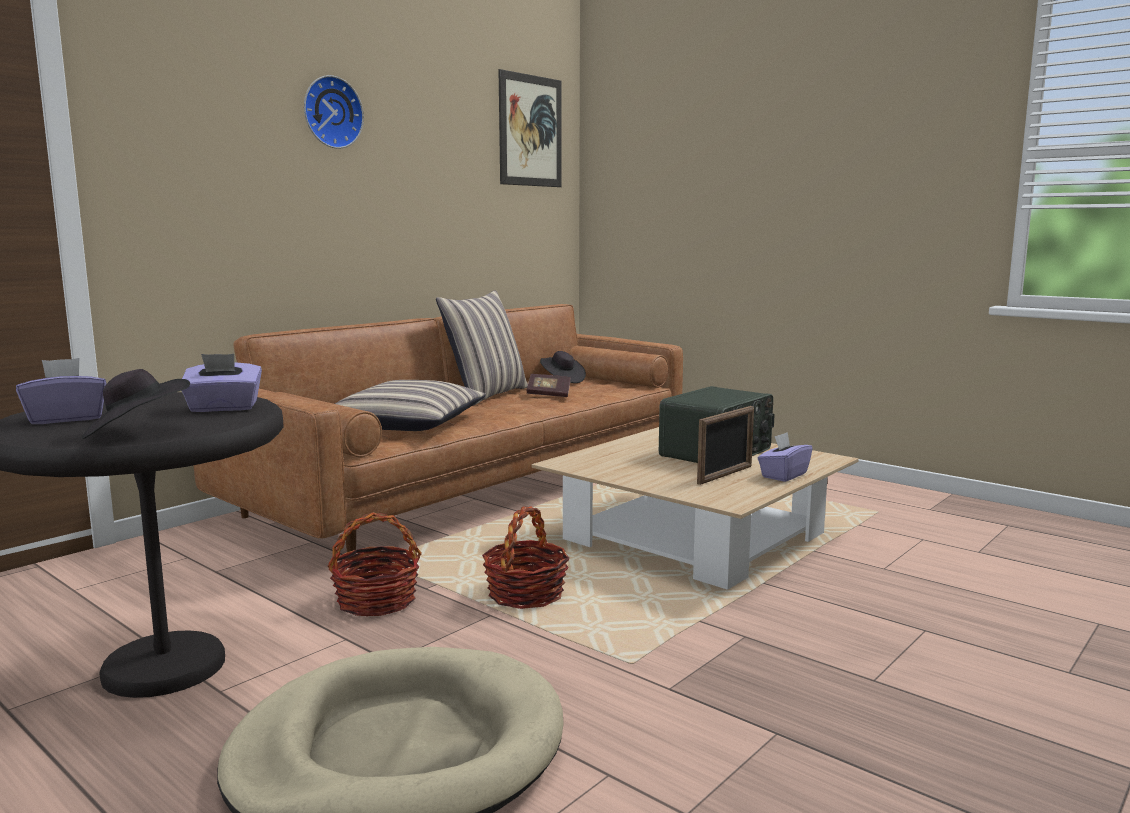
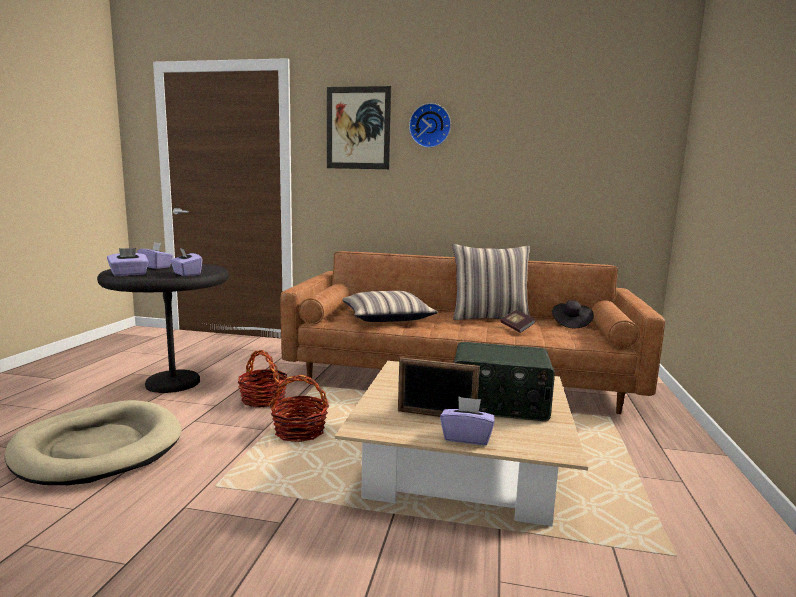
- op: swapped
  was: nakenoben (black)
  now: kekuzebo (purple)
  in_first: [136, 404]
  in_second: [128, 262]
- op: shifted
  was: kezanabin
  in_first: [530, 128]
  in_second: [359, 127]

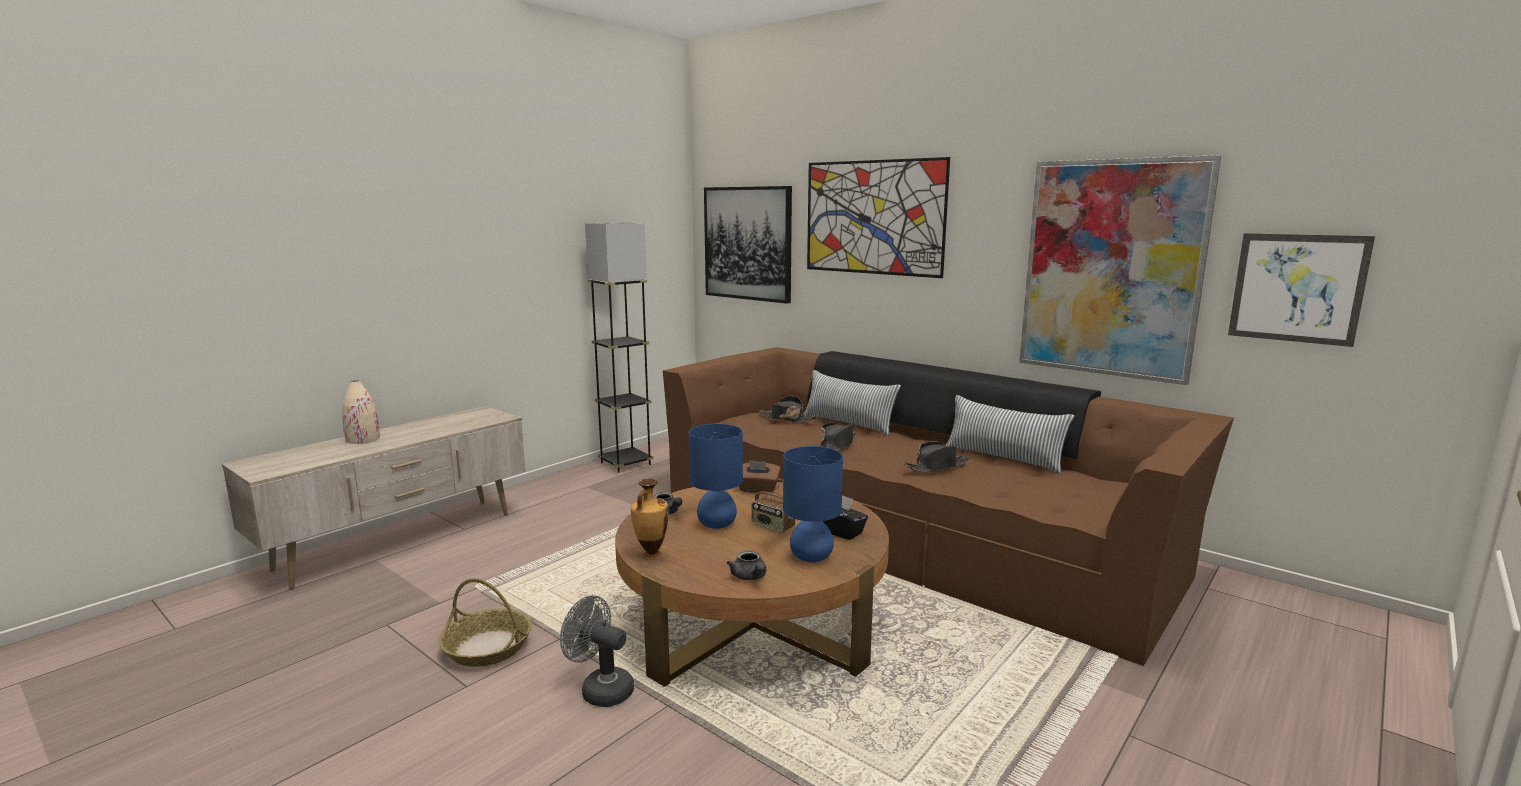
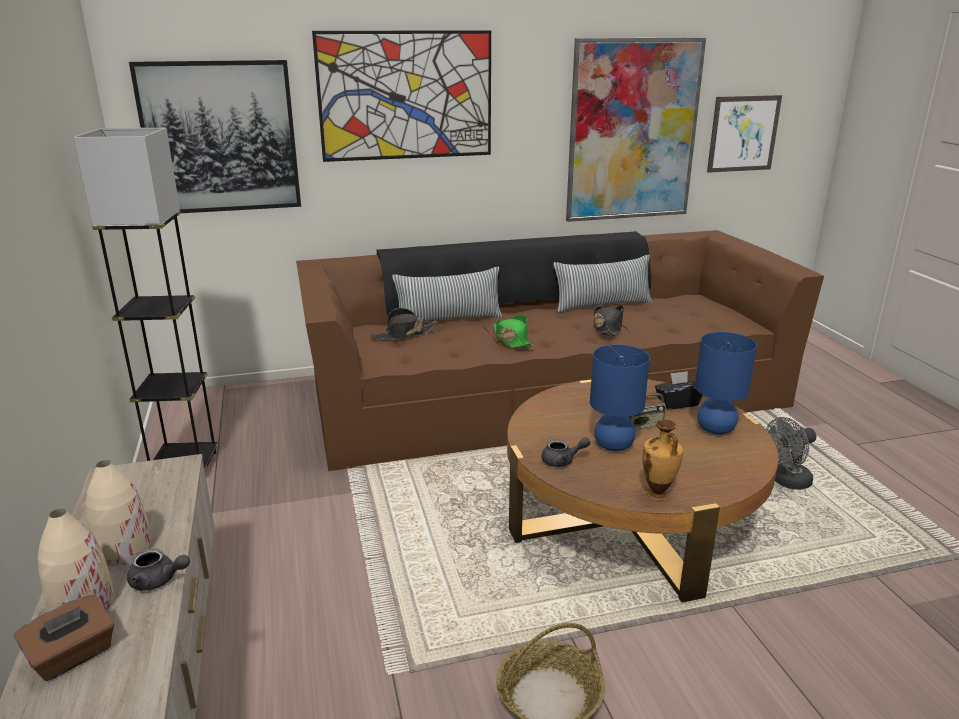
- op: shifted
  was: kekuzebo (brown)
  in_first: [759, 476]
  in_second: [64, 638]
- op: new
  now: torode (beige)
  in_second: [118, 513]
- op: shifted
  was: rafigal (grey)
  in_first: [746, 565]
  in_second: [158, 569]
- op: repainted
  was: nakenoben (black)
  now: nakenoben (green)
  in_first: [837, 436]
  in_second: [513, 331]
- op: shifted
  was: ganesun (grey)
  in_first: [597, 651]
  in_second: [791, 453]

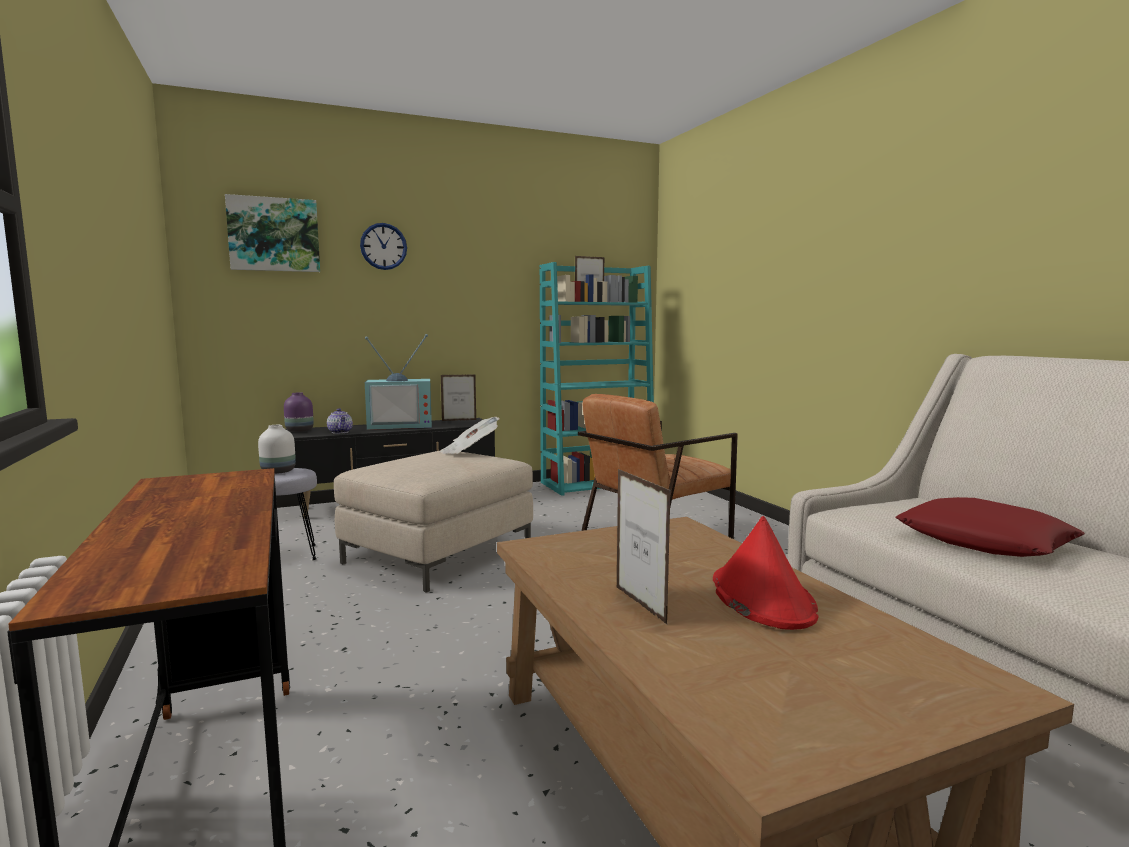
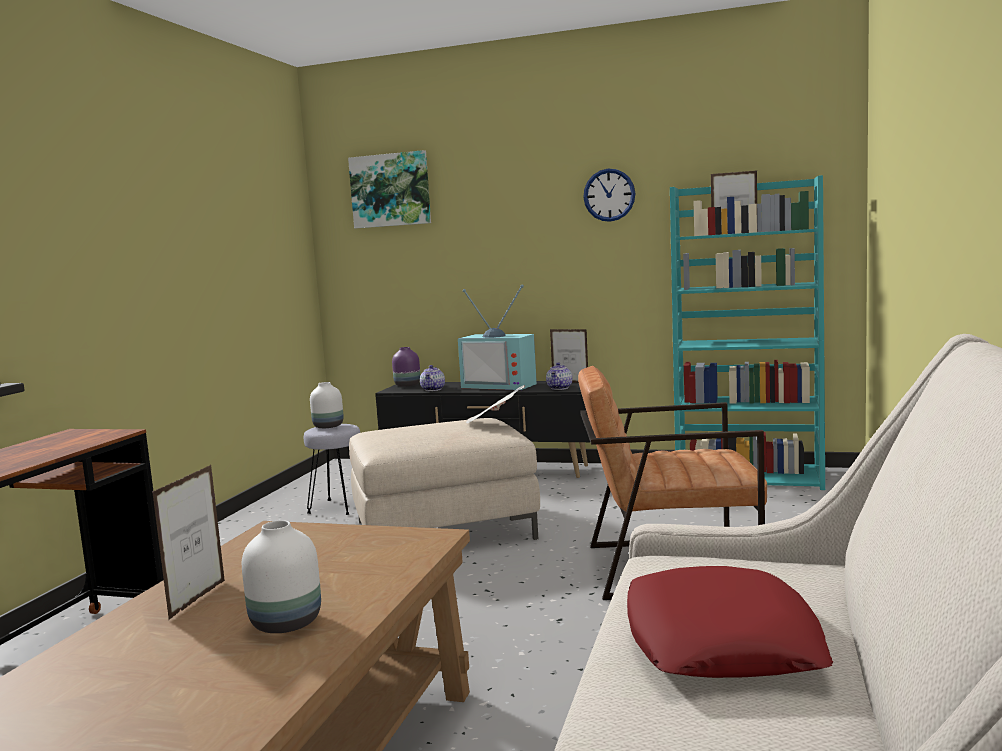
- op: swapped
  was: nakenoben (red)
  now: torode (white)
  in_first: [765, 573]
  in_second: [281, 576]
- op: new
  now: rafigal
  in_second: [559, 376]
- op: shifted
  was: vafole
  in_first: [383, 246]
  in_second: [609, 195]

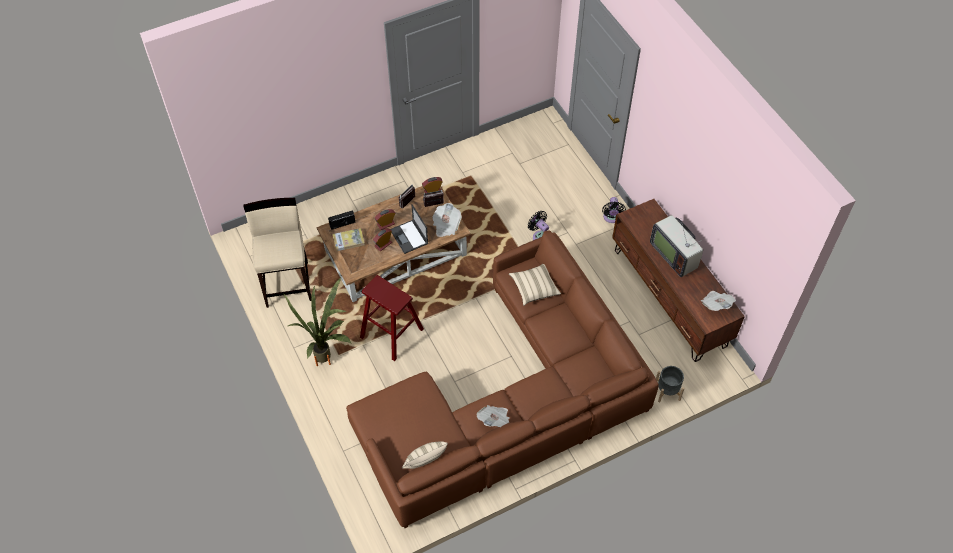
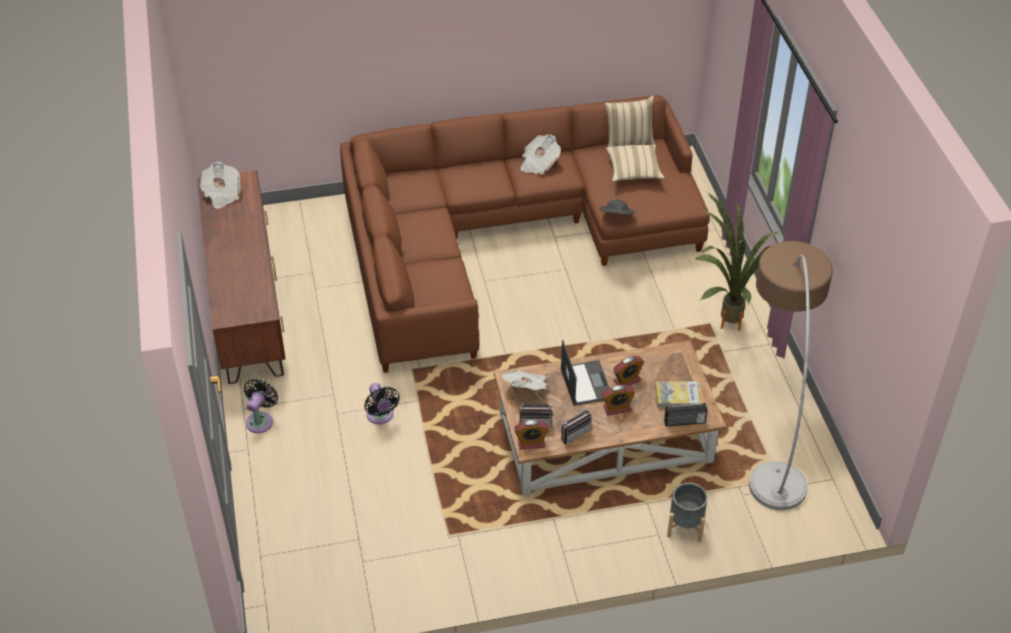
- op: new
  now: nakenoben (grey)
  in_second: [617, 206]
- op: shifted
  was: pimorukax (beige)
  in_first: [535, 285]
  in_second: [635, 162]
- op: shifted
  was: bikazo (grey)
  in_first: [670, 384]
  in_second: [687, 512]
- op: swapped
  was: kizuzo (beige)
  now: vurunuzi
  in_first: [277, 253]
  in_second: [791, 375]
- op: gone
  was: kizuzo (red)
  in_first: [392, 318]
- op: gone
  was: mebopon
  in_first: [676, 246]

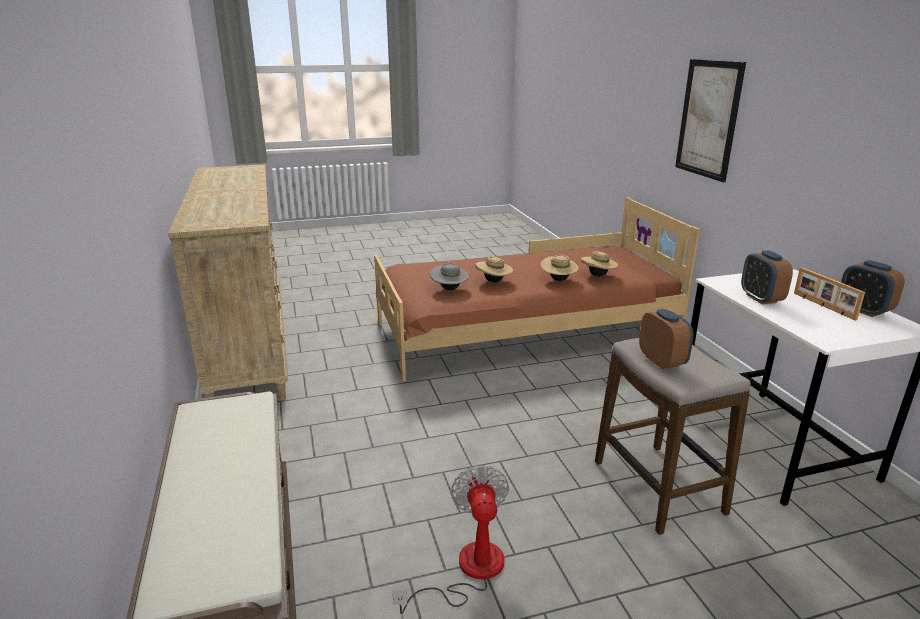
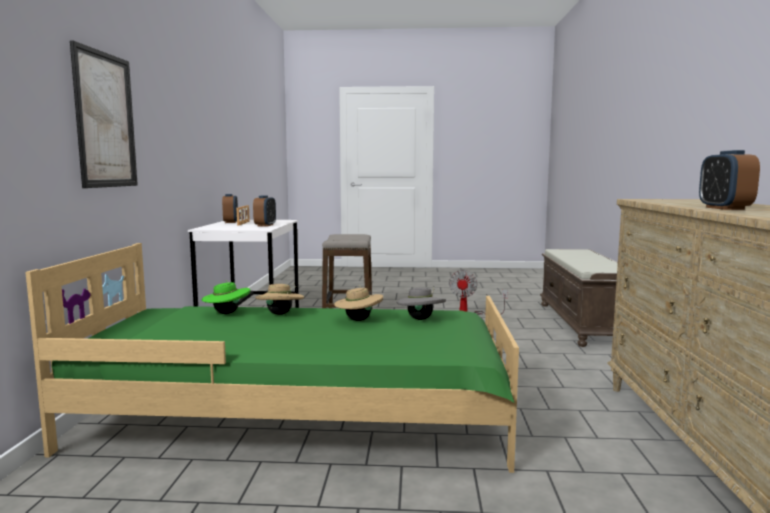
- op: repainted
  was: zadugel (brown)
  now: zadugel (green)
  in_first: [537, 289]
  in_second: [272, 358]
- op: repainted
  was: nakenoben (beige)
  now: nakenoben (green)
  in_first: [600, 264]
  in_second: [226, 297]
- op: shifted
  was: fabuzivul
  in_first: [666, 339]
  in_second: [729, 180]

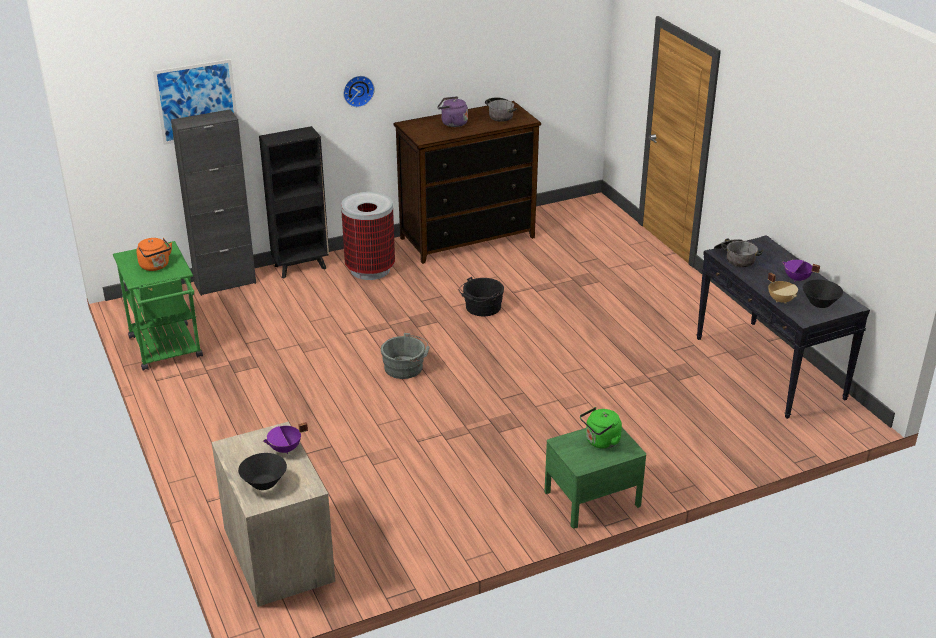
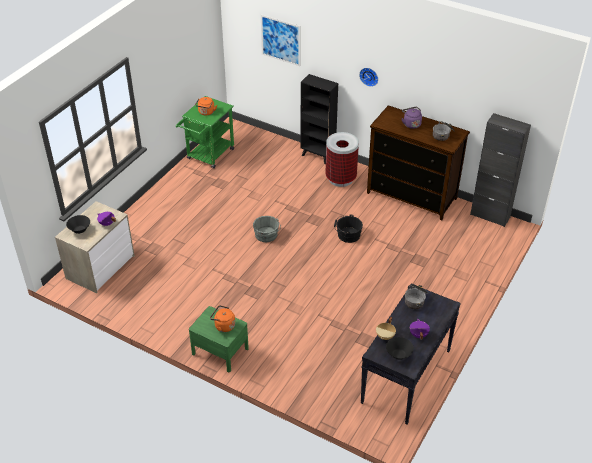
- op: repainted
  was: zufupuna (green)
  now: zufupuna (orange)
  in_first: [601, 428]
  in_second: [222, 318]
- op: shifted
  was: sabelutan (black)
  in_first: [213, 202]
  in_second: [500, 170]

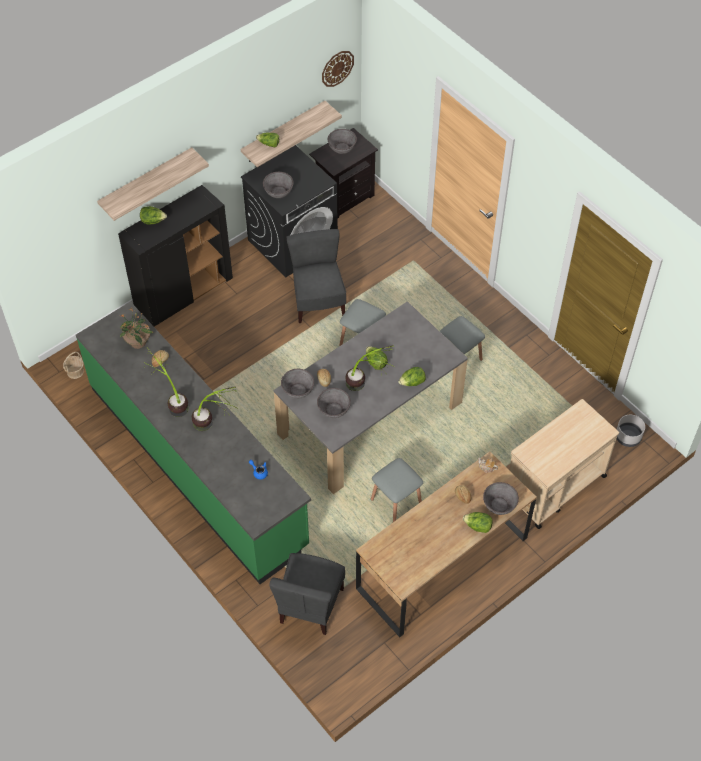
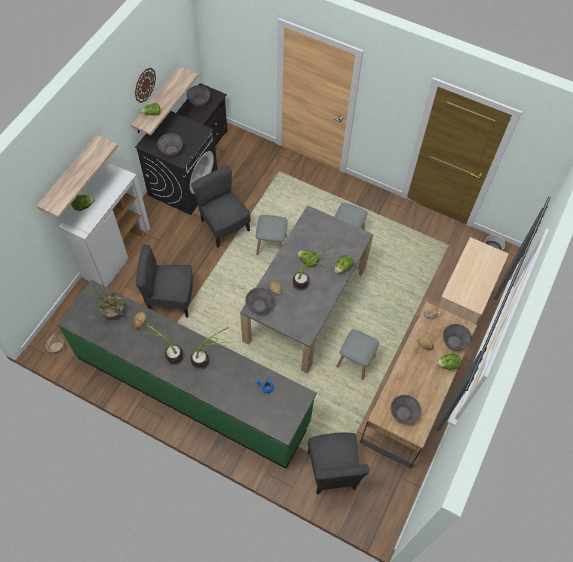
- op: repainted
  was: sabelutan (black)
  now: sabelutan (white)
  in_first: [175, 256]
  in_second: [104, 225]
- op: shifted
  was: vafole
  in_first: [338, 69]
  in_second: [145, 85]
- op: new
  now: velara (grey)
  in_second: [164, 280]
- op: shifted
  was: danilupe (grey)
  in_first: [334, 403]
  in_second: [406, 409]

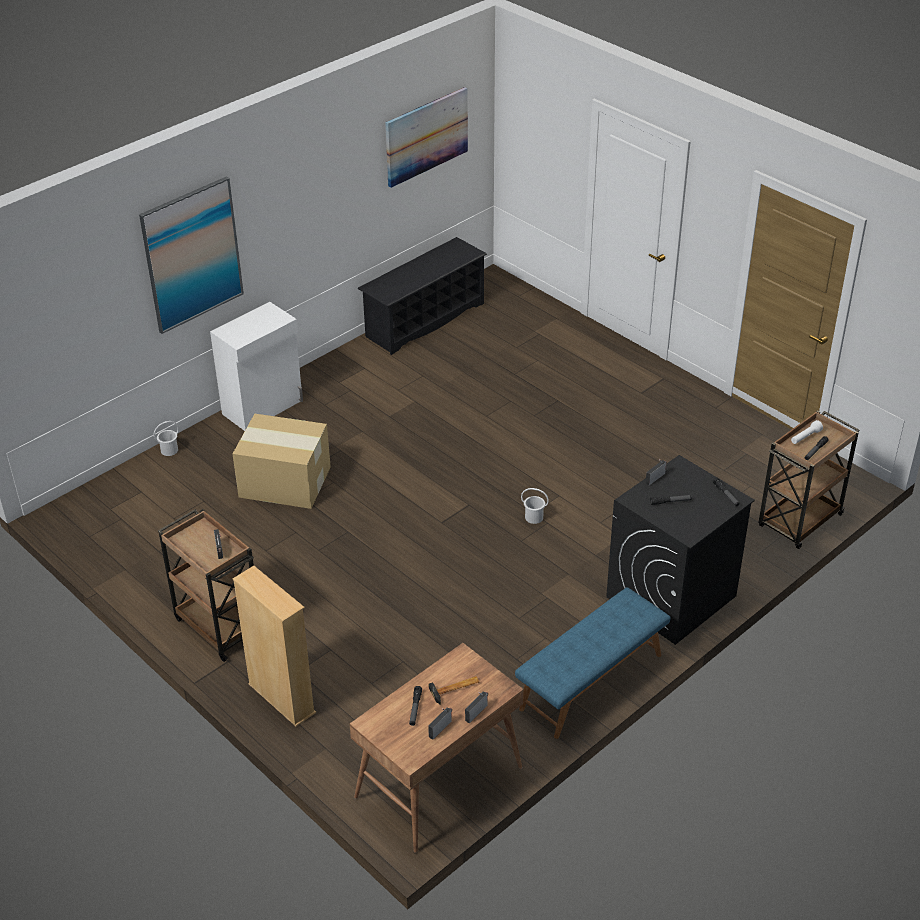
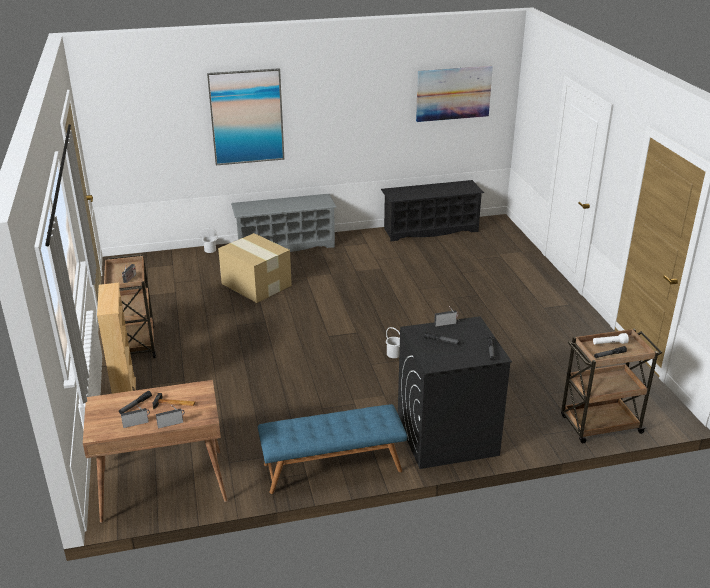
- op: swapped
  was: sabelutan (white)
  now: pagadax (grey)
  in_first: [256, 366]
  in_second: [283, 223]

